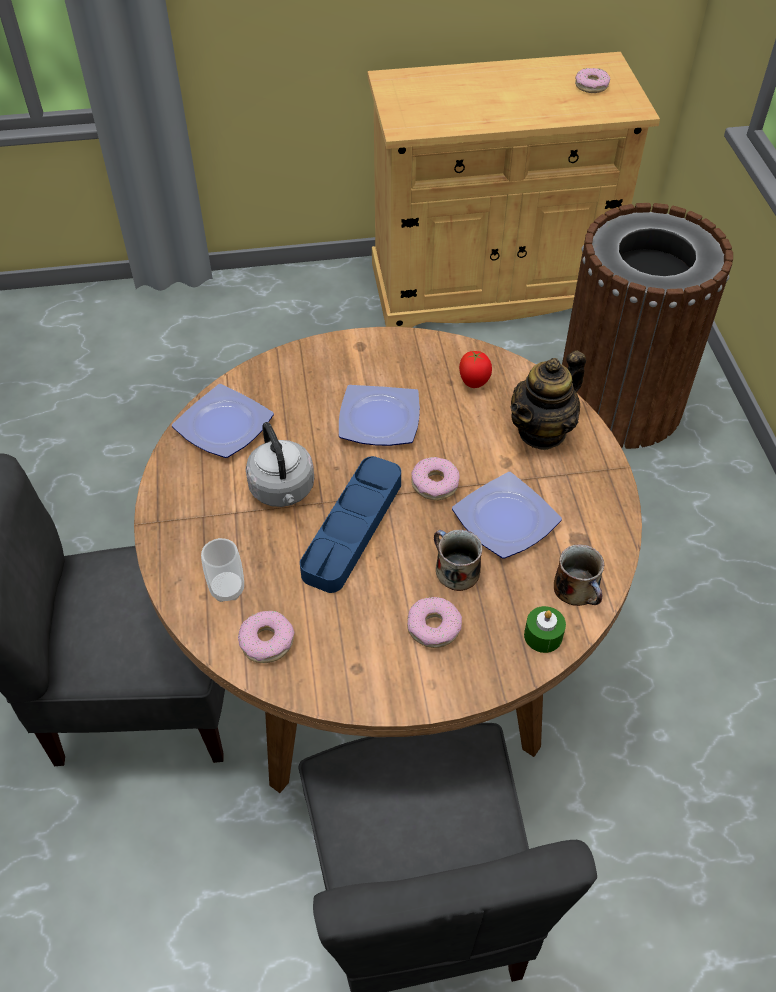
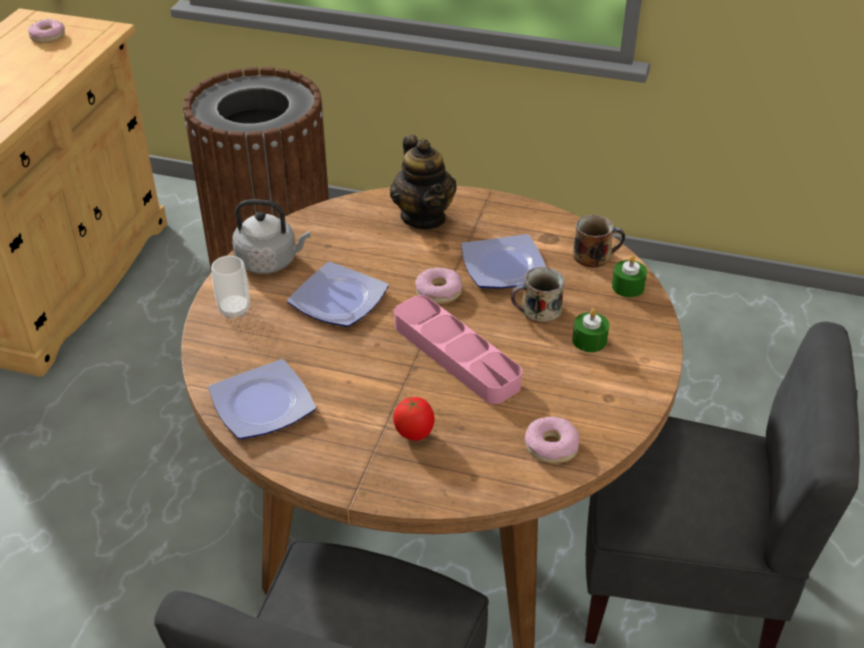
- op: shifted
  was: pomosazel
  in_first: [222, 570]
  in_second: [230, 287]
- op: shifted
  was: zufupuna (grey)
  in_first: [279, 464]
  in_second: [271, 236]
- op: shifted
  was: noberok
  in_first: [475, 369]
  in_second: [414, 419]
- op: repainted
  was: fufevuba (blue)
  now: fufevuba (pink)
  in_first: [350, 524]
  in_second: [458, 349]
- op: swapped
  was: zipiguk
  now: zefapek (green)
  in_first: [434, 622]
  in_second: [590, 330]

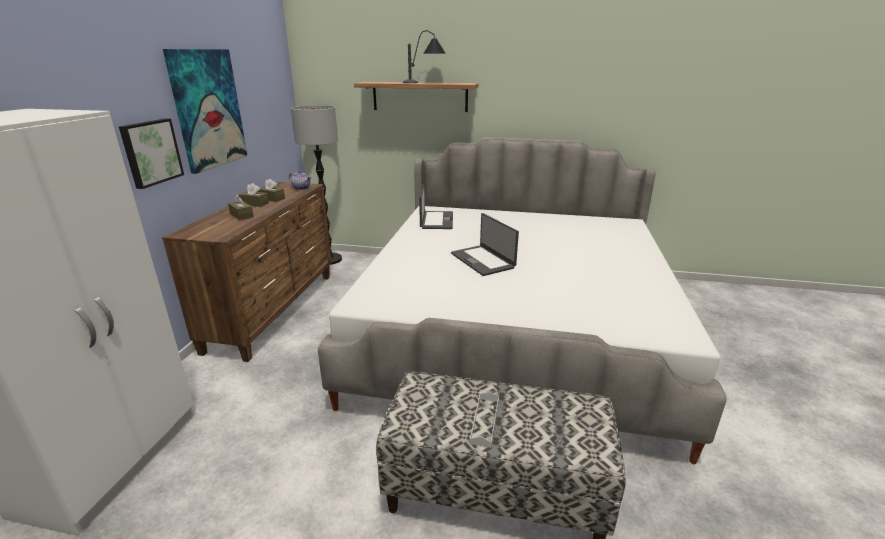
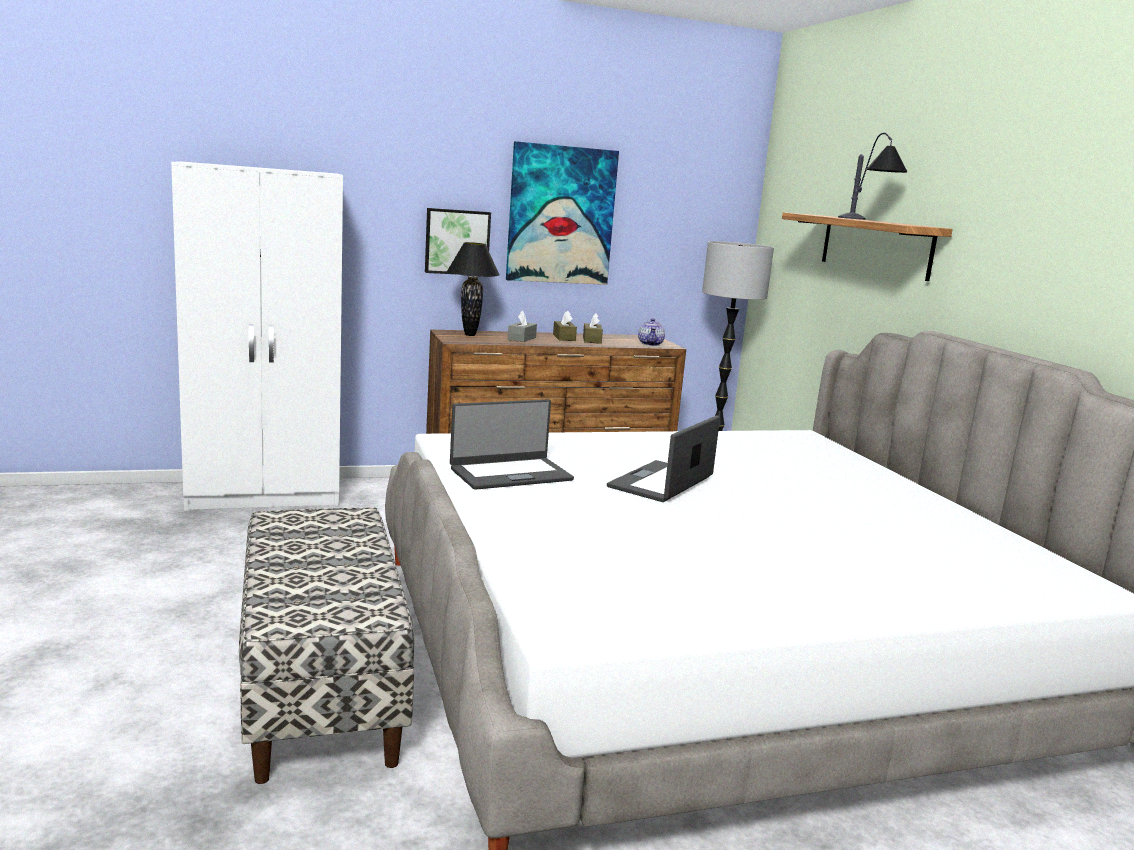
- op: new
  now: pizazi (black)
  in_second: [473, 289]
- op: shifted
  was: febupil
  in_first: [436, 206]
  in_second: [512, 444]
- op: repainted
  was: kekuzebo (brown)
  now: kekuzebo (grey)
  in_first: [241, 207]
  in_second: [522, 326]
- op: gone
  was: fufevuba (white)
  in_first: [484, 420]

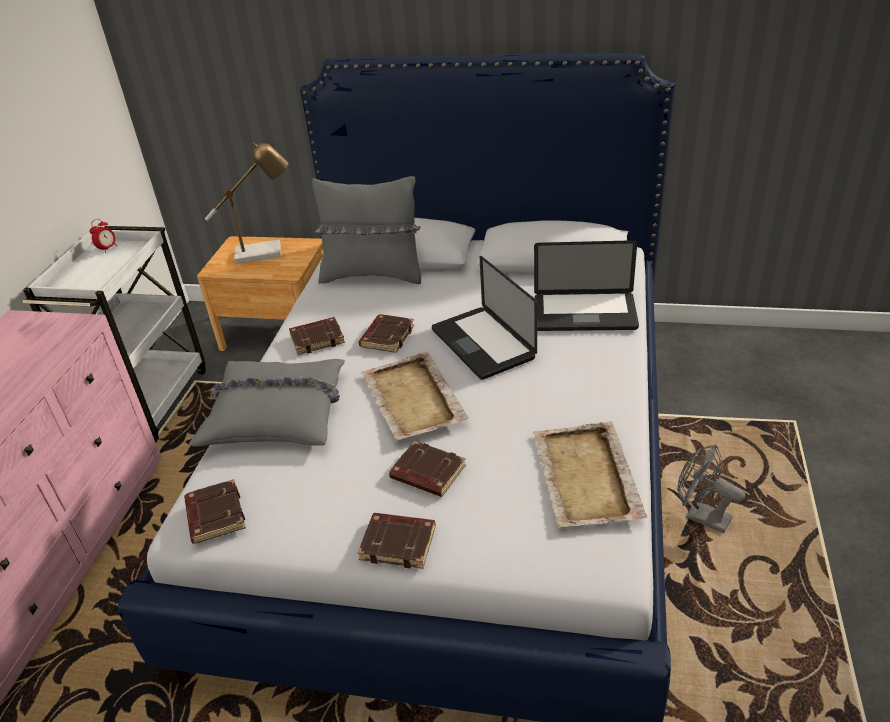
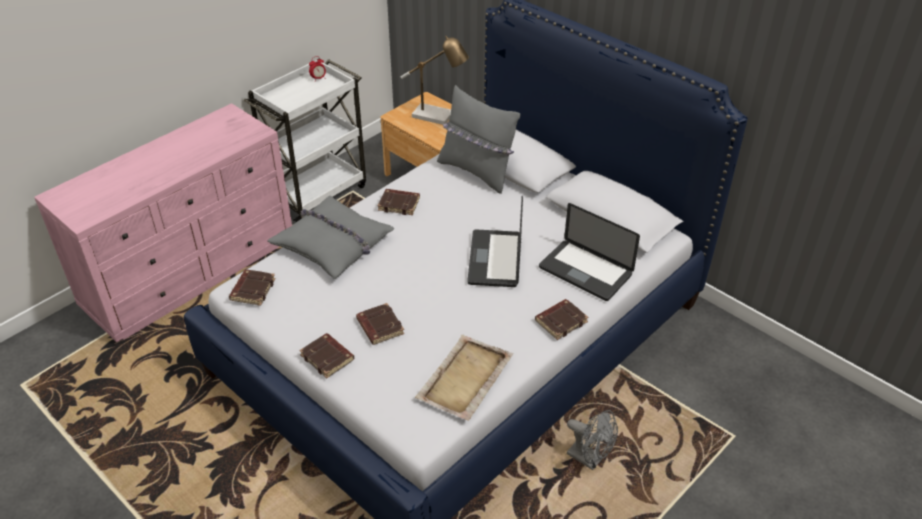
- op: shifted
  was: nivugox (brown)
  in_first: [386, 333]
  in_second: [562, 319]
- op: rotated
  was: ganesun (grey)
  in_first: [711, 488]
  in_second: [592, 440]
  clockwise: 150
- op: gone
  was: fufevuba (beige)
  in_first: [415, 396]

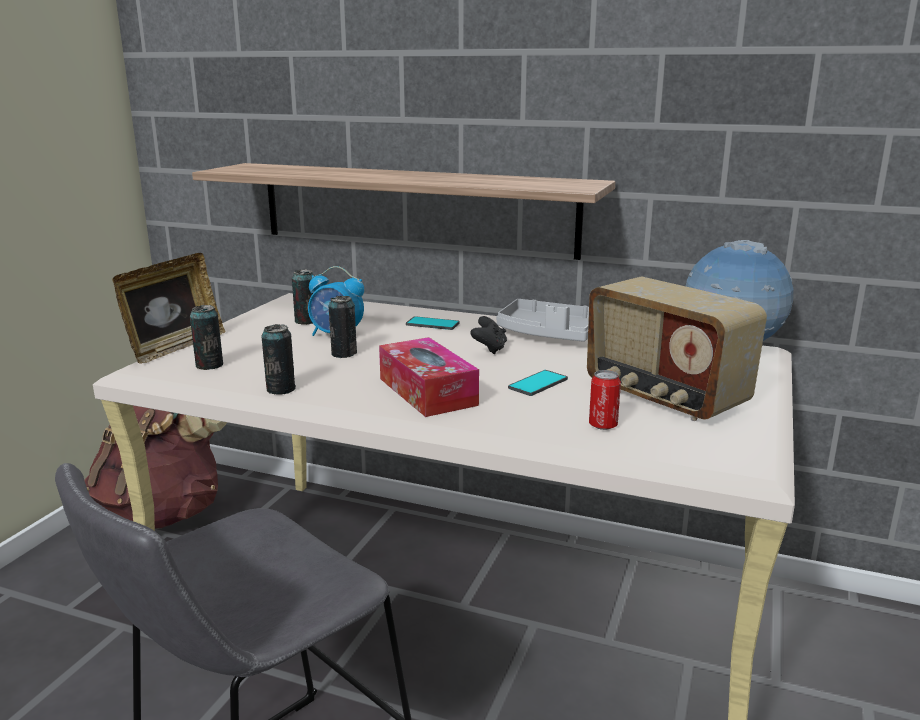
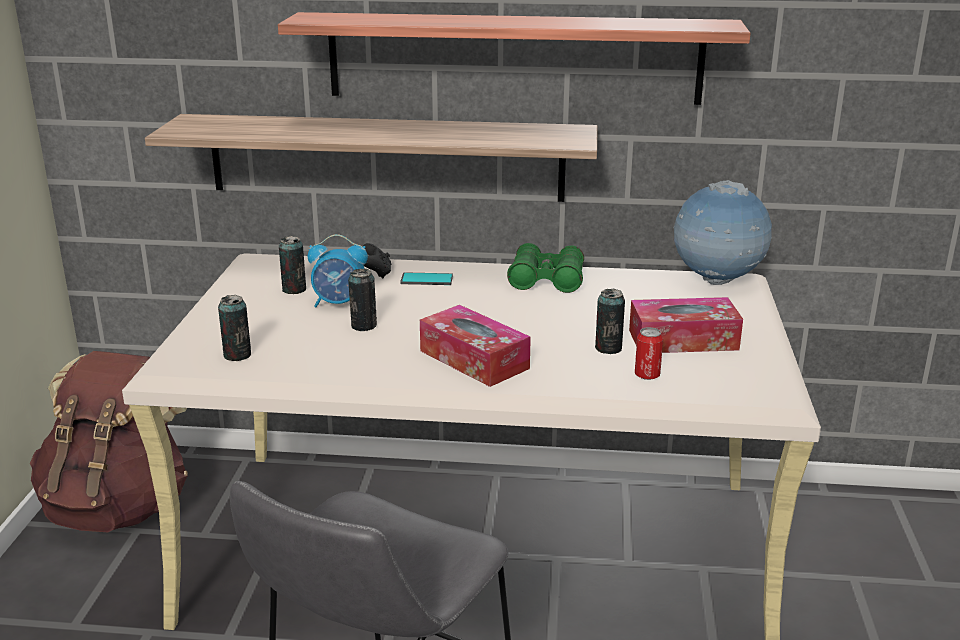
- op: new
  now: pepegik
  in_second: [514, 58]
- op: shifted
  was: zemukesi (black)
  in_first: [488, 335]
  in_second: [377, 260]
- op: swapped
  was: fufevuba (grey)
  now: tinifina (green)
  in_first: [543, 320]
  in_second: [545, 268]
- op: shifted
  was: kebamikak
  in_first: [278, 359]
  in_second: [610, 321]
- op: swapped
  was: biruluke
  now: kekuzebo
  in_first: [677, 349]
  in_second: [686, 325]
- op: gone
  was: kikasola
  in_first: [169, 308]
- op: gone
  was: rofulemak
  in_first: [538, 383]

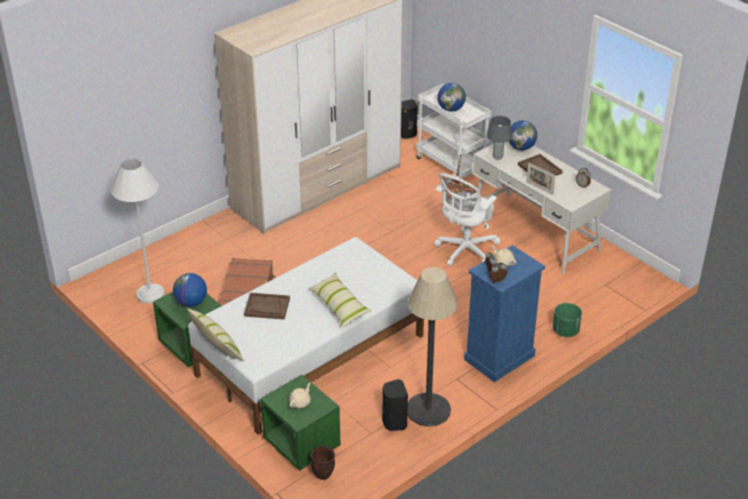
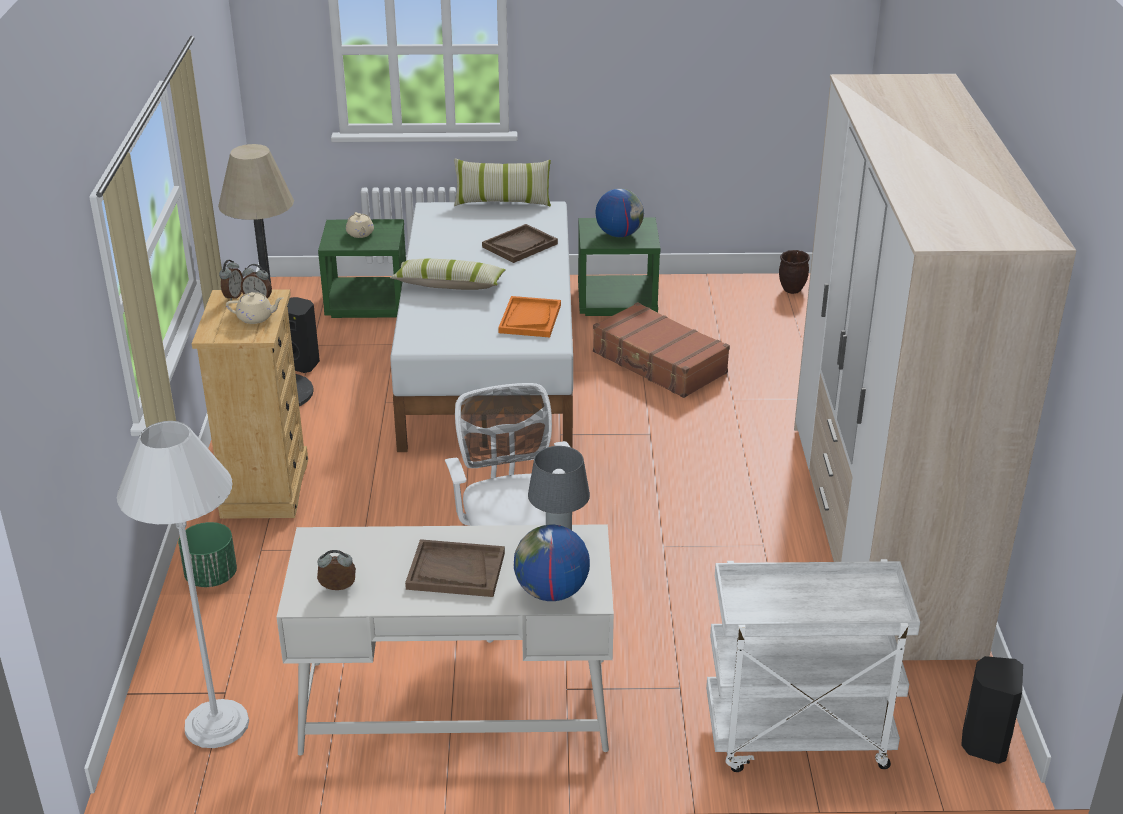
- op: shifted
  was: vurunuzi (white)
  in_first: [138, 231]
  in_second: [183, 584]
- op: repainted
  was: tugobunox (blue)
  now: tugobunox (beige)
  in_first: [504, 313]
  in_second: [250, 404]
- op: new
  now: fufevuba (orange)
  in_second: [529, 316]
- op: shifted
  was: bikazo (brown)
  in_first: [323, 463]
  in_second: [794, 272]
- op: gone
  was: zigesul
  in_first: [451, 97]
- op: gone
  was: kikasola
  in_first: [541, 179]

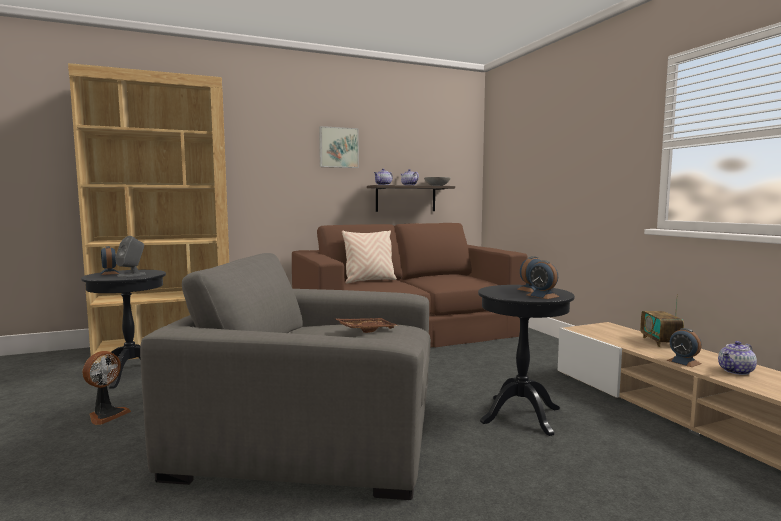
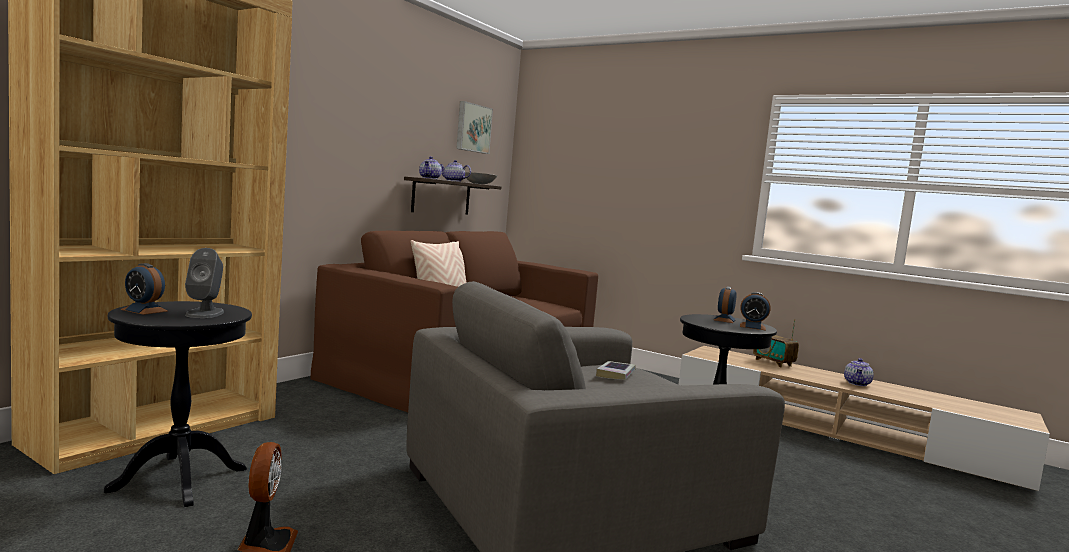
- op: shifted
  was: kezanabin
  in_first: [339, 147]
  in_second: [474, 127]
- op: swapped
  was: fufevuba (brown)
  now: nivugox
  in_first: [367, 325]
  in_second: [616, 370]
- op: gone
  was: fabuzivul
  in_first: [684, 347]

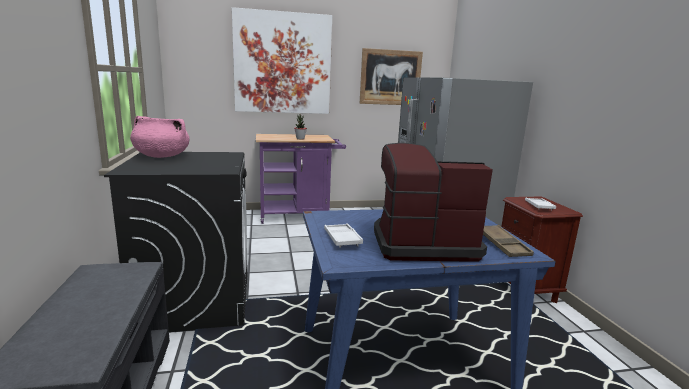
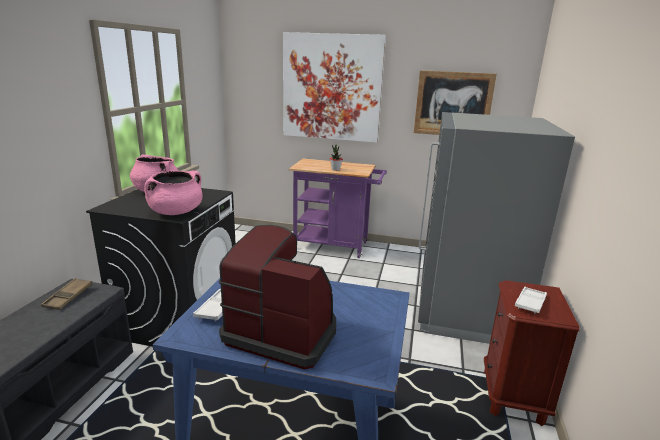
- op: shifted
  was: fufevuba (brown)
  in_first: [508, 241]
  in_second: [67, 294]
- op: new
  now: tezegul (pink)
  in_second: [173, 193]

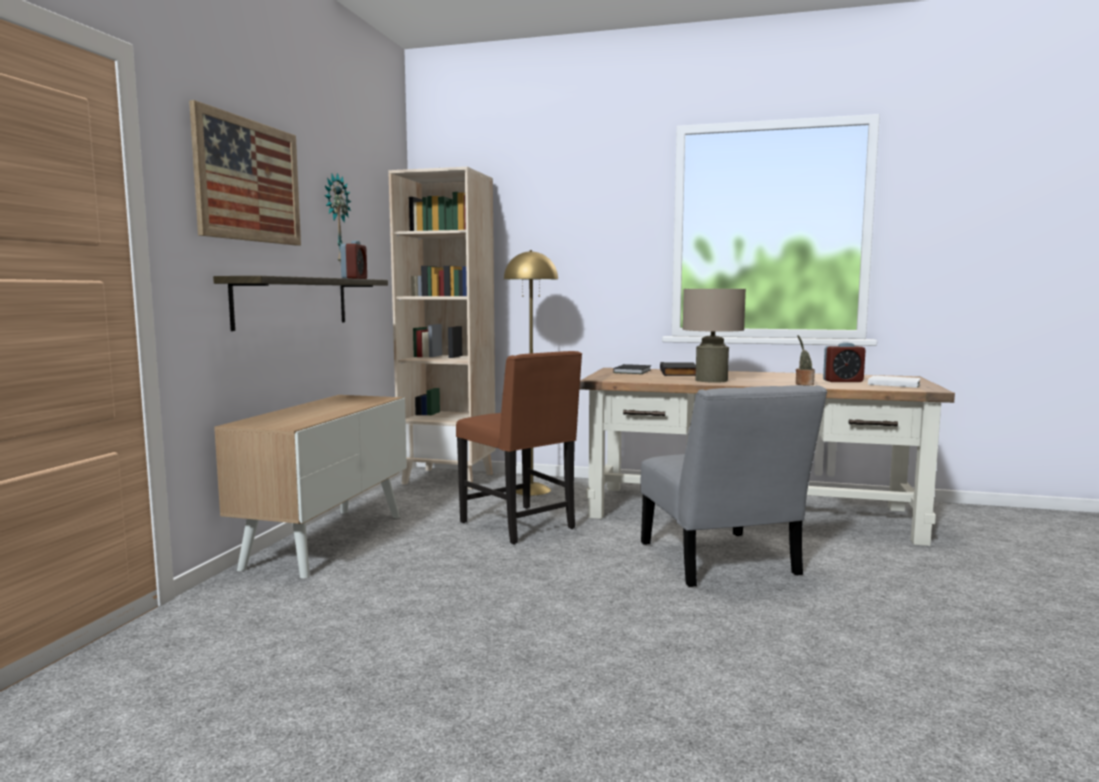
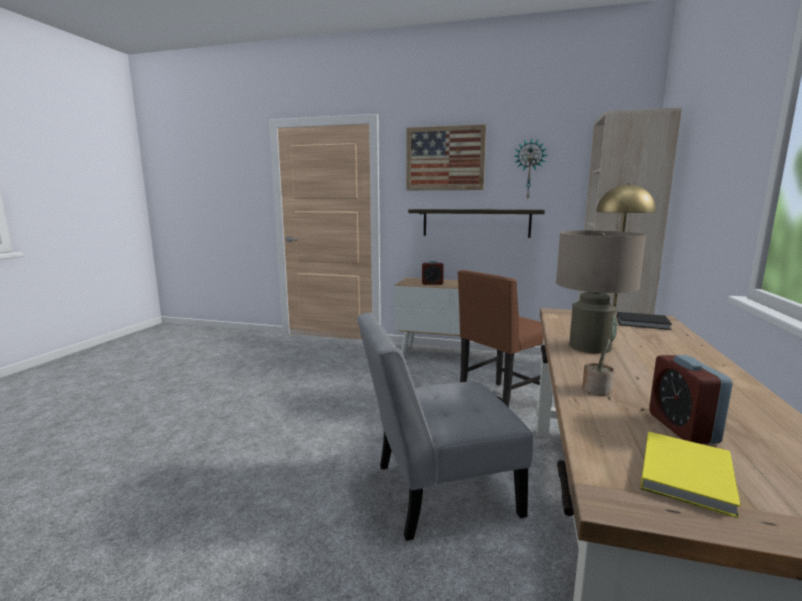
- op: shifted
  was: fabuzivul
  in_first: [353, 260]
  in_second: [433, 273]
- op: repainted
  was: nivugox (white)
  now: nivugox (yellow)
  in_first: [894, 382]
  in_second: [691, 475]
- op: gone
  was: nivugox (black)
  in_first: [678, 369]

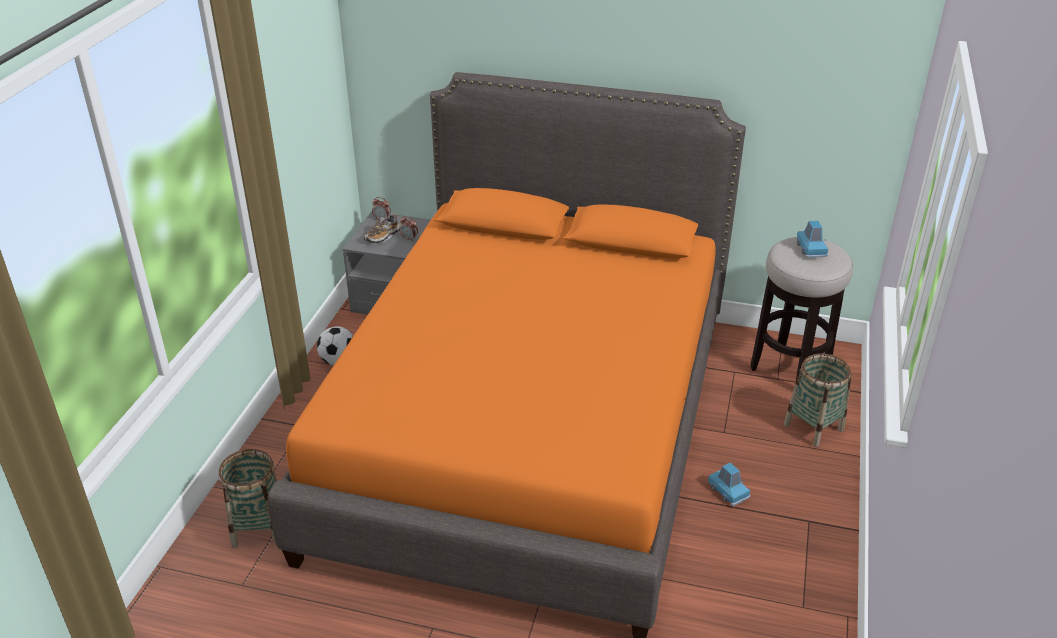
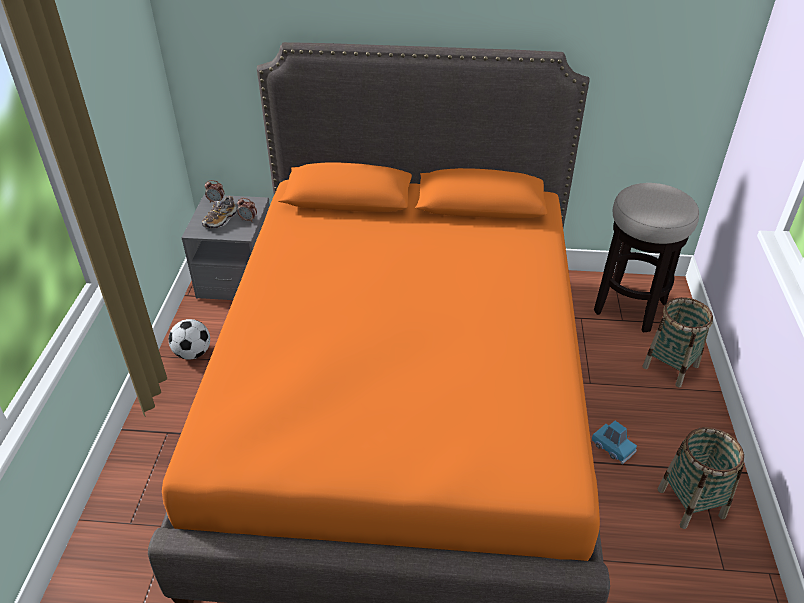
- op: shifted
  was: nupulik
  in_first: [247, 498]
  in_second: [701, 478]
- op: gone
  was: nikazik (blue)
  in_first: [812, 240]

